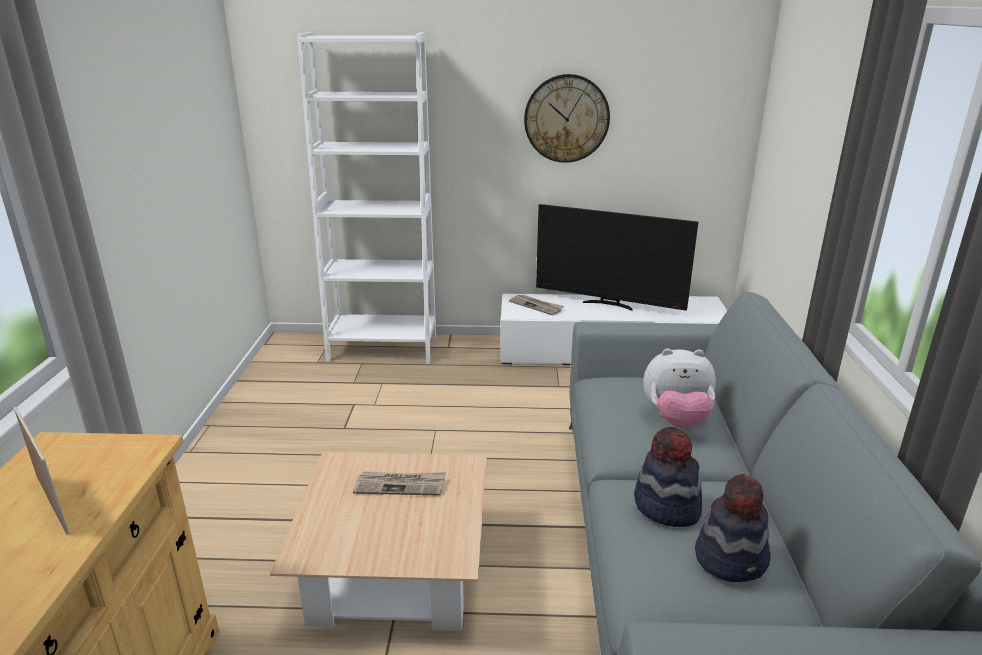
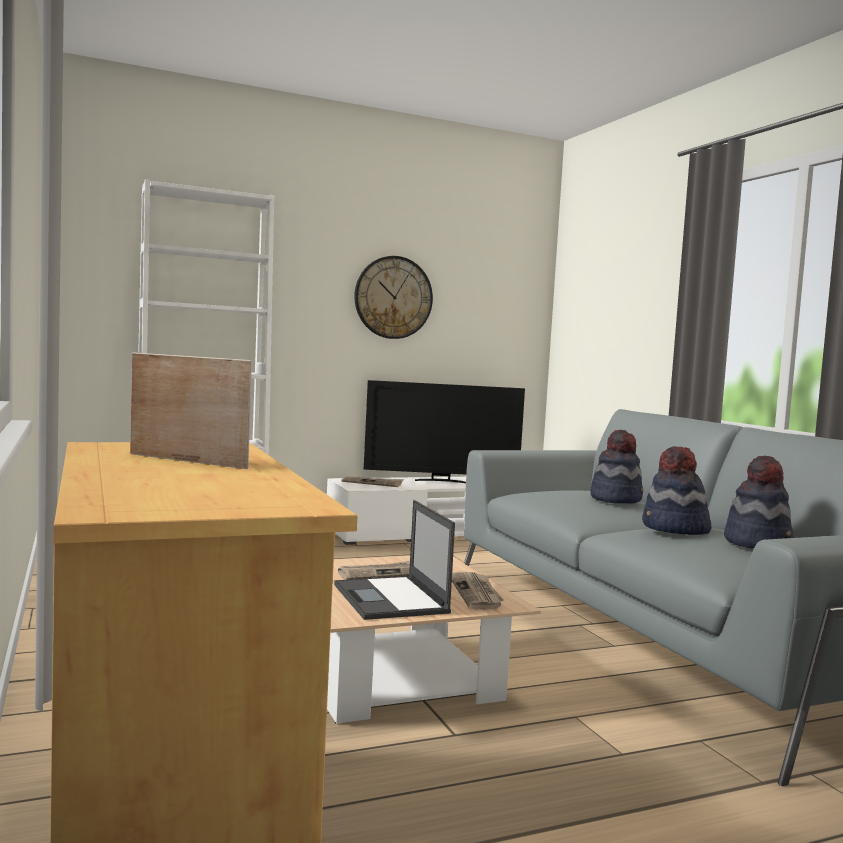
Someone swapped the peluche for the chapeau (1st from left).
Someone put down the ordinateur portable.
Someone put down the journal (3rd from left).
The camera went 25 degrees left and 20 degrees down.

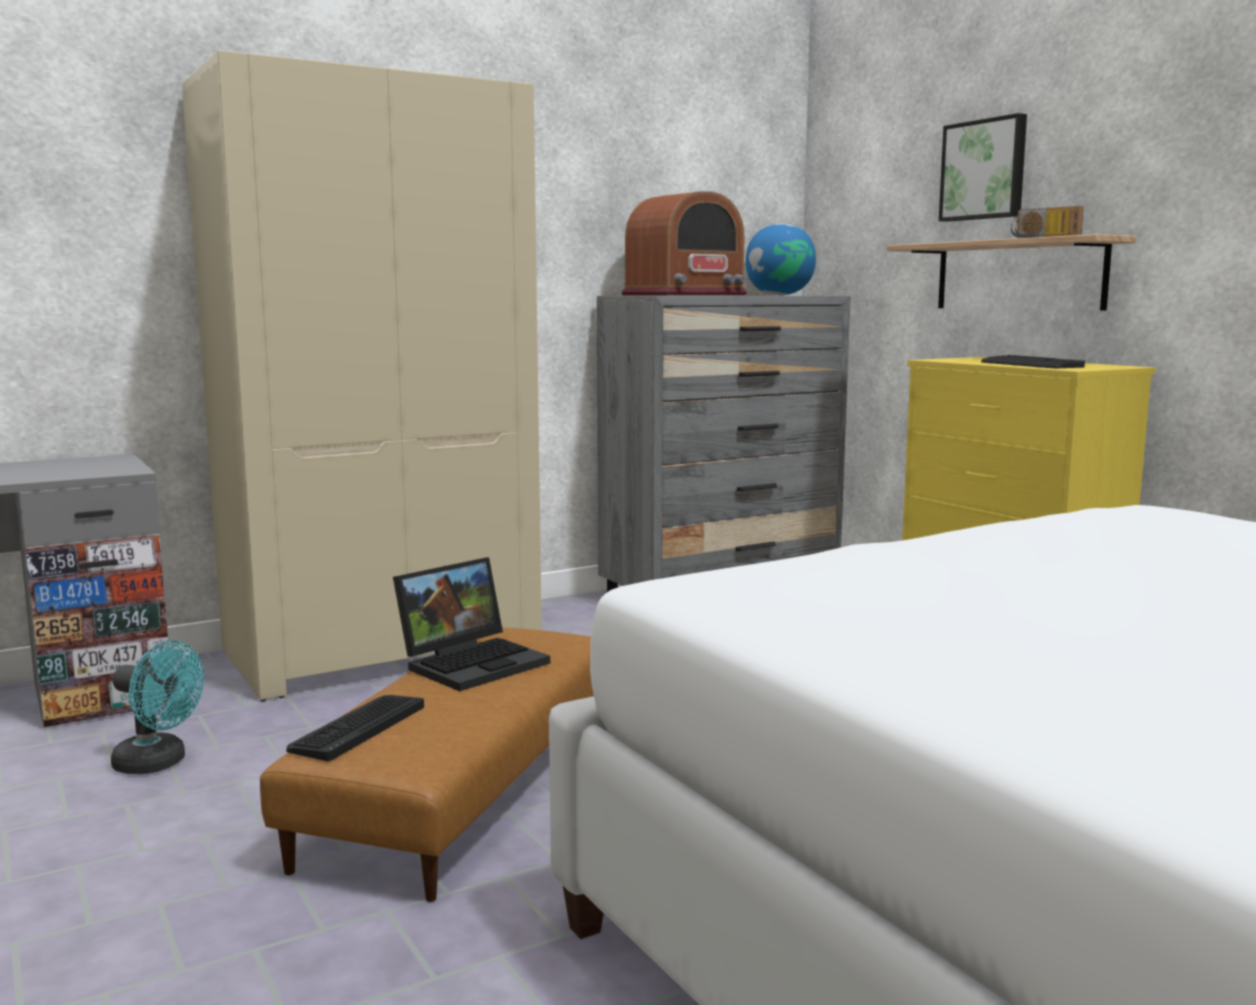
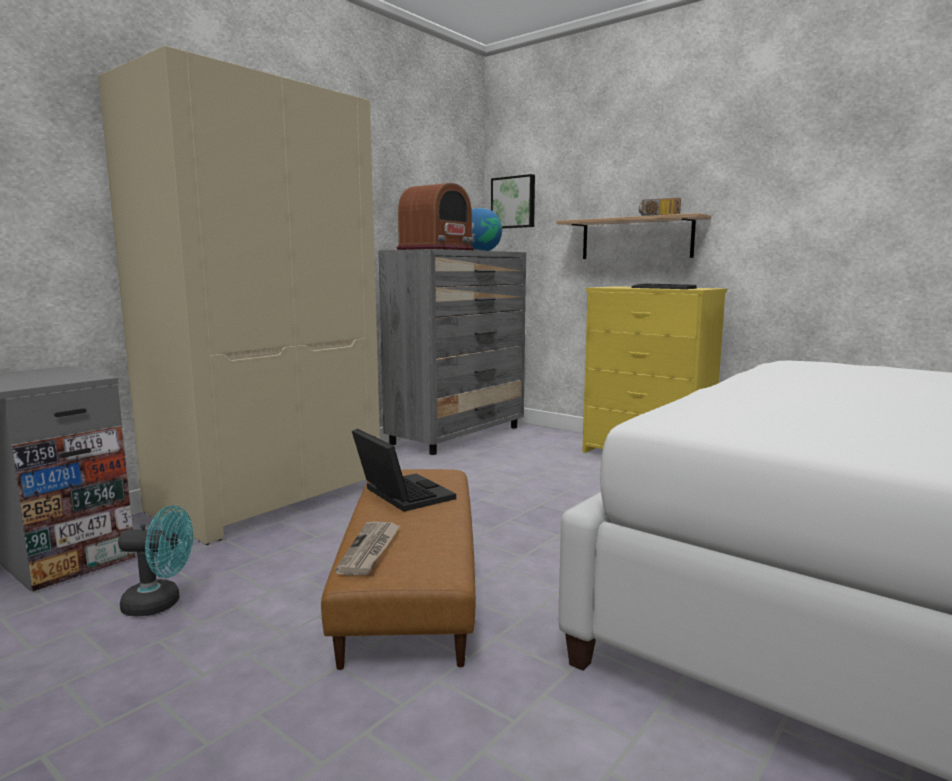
Someone carried the tableau.
Someone rotated the ordinateur portable by 60 degrees counterclockwise.
Someone swapped the clavier (1st from left) for the journal.
The camera went 20 degrees left and 0 degrees up.

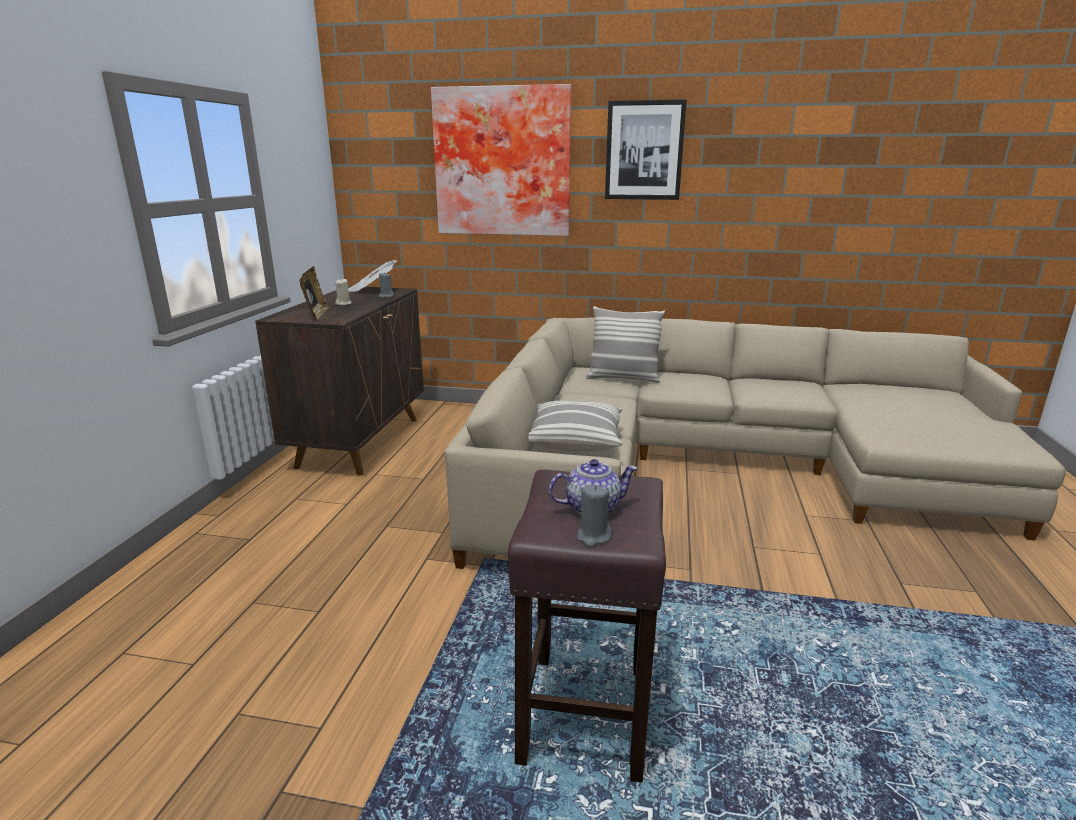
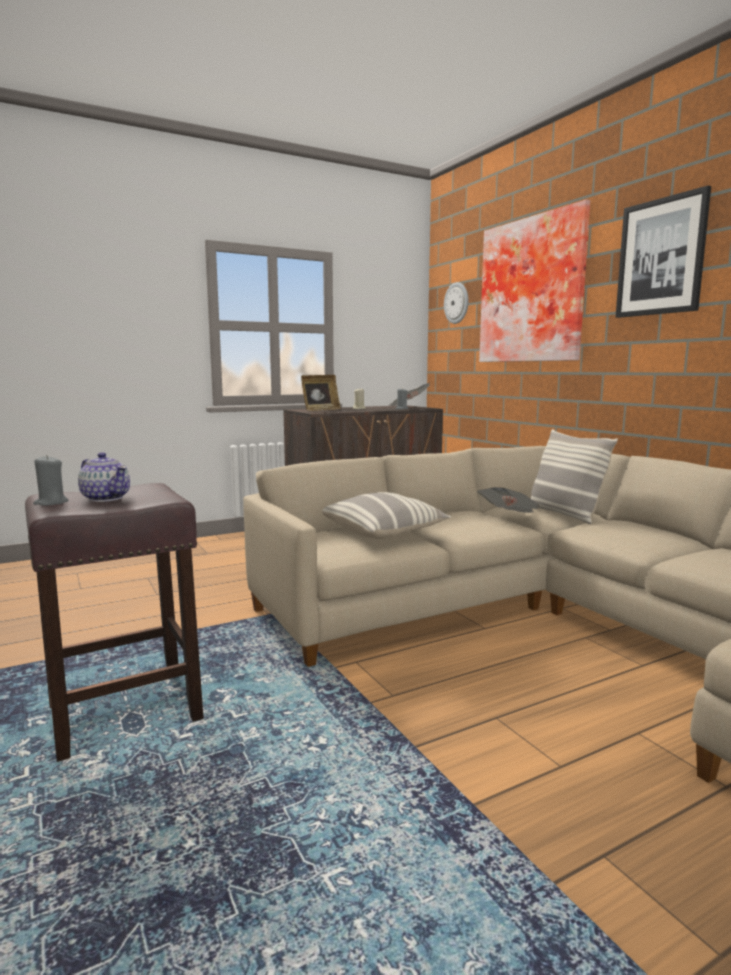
Someone put up the horloge murale.
Someone put down the journal (2nd from left).
The camera went 50 degrees right and 10 degrees down.

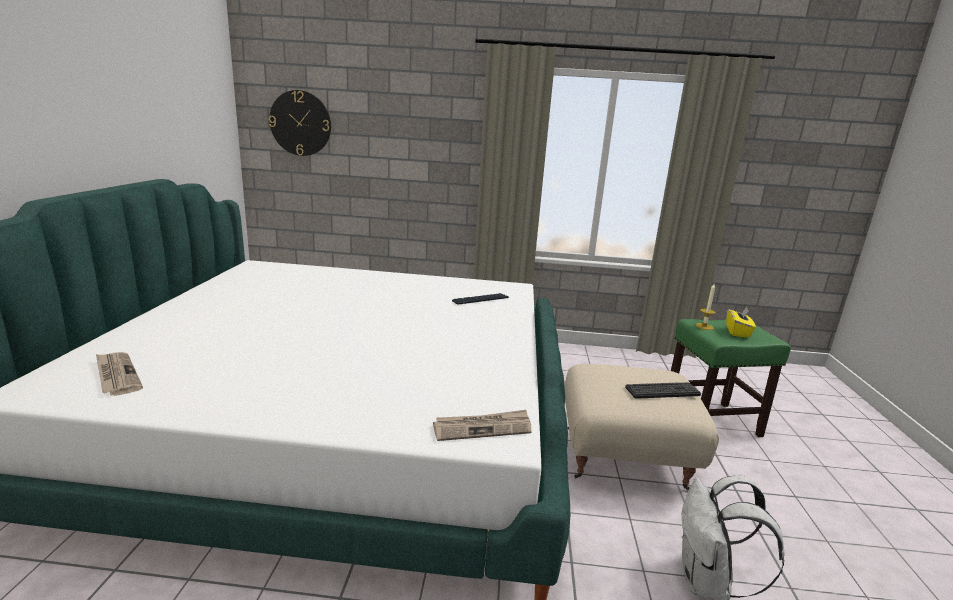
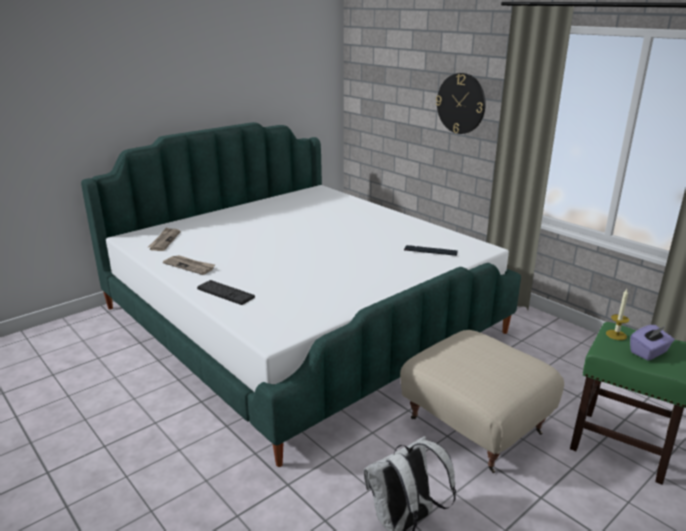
Someone carried the horloge murale.
Someone repainted the boîte à mouchoirs/jaune, which became the boîte à mouchoirs/violet.
Someone carried the clavier (2nd from left in the first image).
Someone carried the journal (2nd from left).
The camera went 45 degrees right and 5 degrees up.

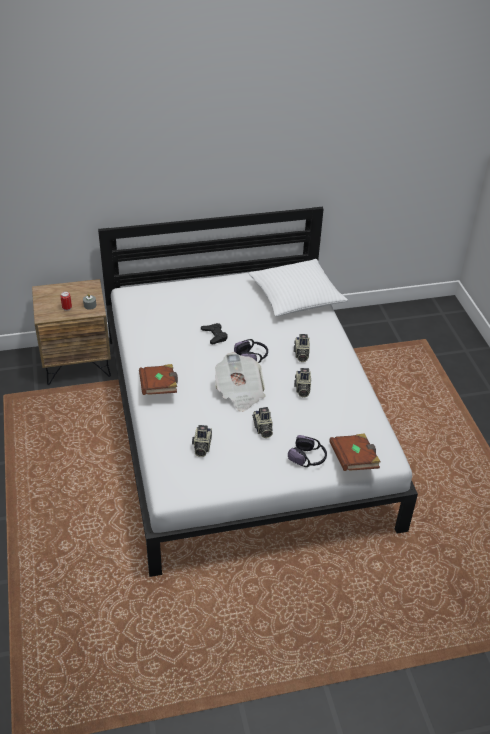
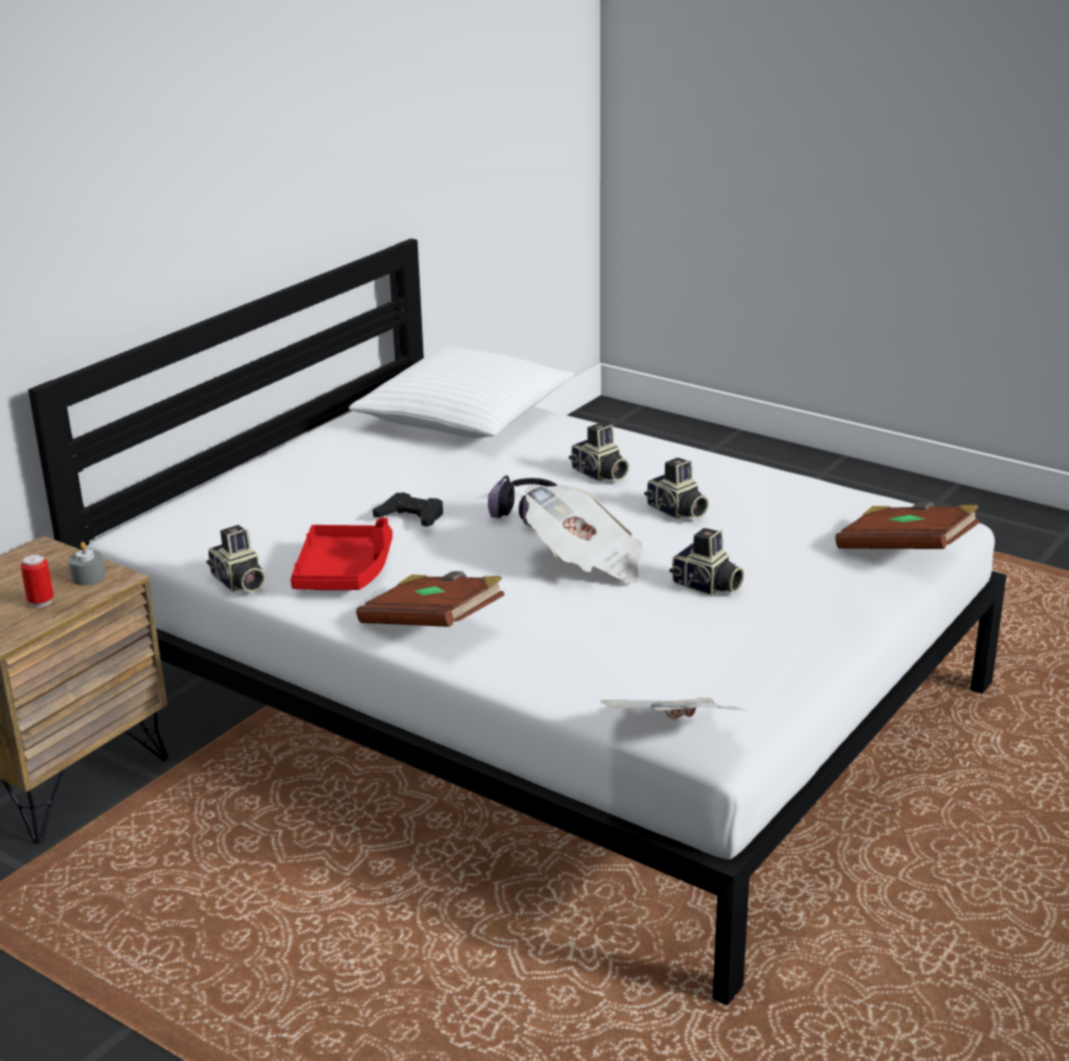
Someone carried the appareil photo (1st from left).
Someone took away the casque audio (2nd from left).
Someone put down the plateau/rouge.
Someone put down the journal (2nd from left).
The camera went 40 degrees left and 15 degrees down.

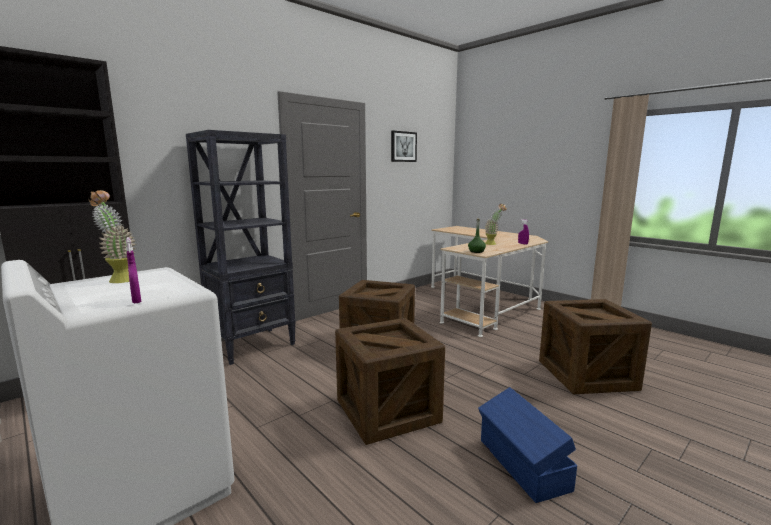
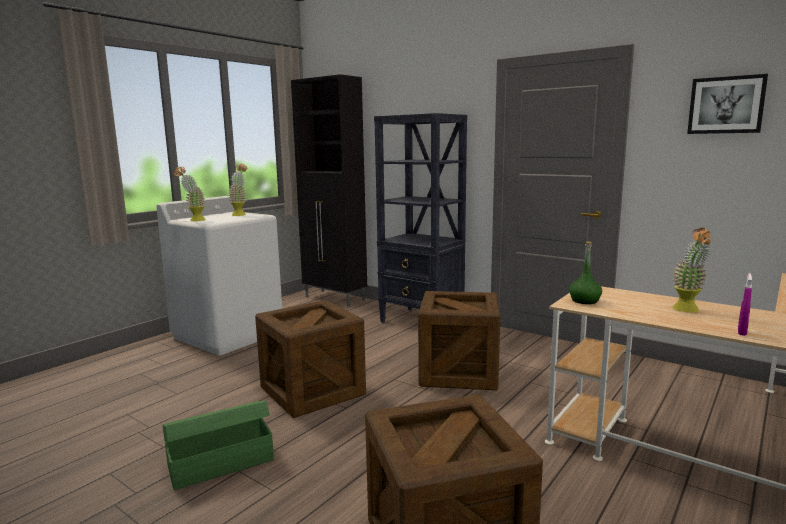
Someone swapped the vaporisateur/violet (1st from left) for the plante en pot (1st from left).
Someone repainted the boîte de rangement/bleu, which became the boîte de rangement/vert.
The camera went 80 degrees right and 0 degrees up.

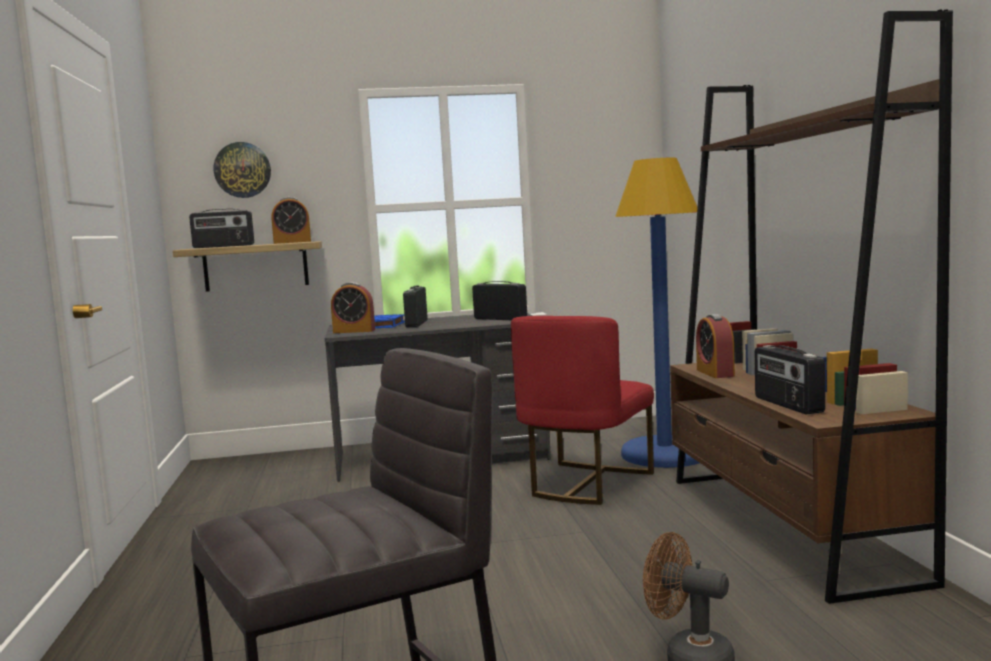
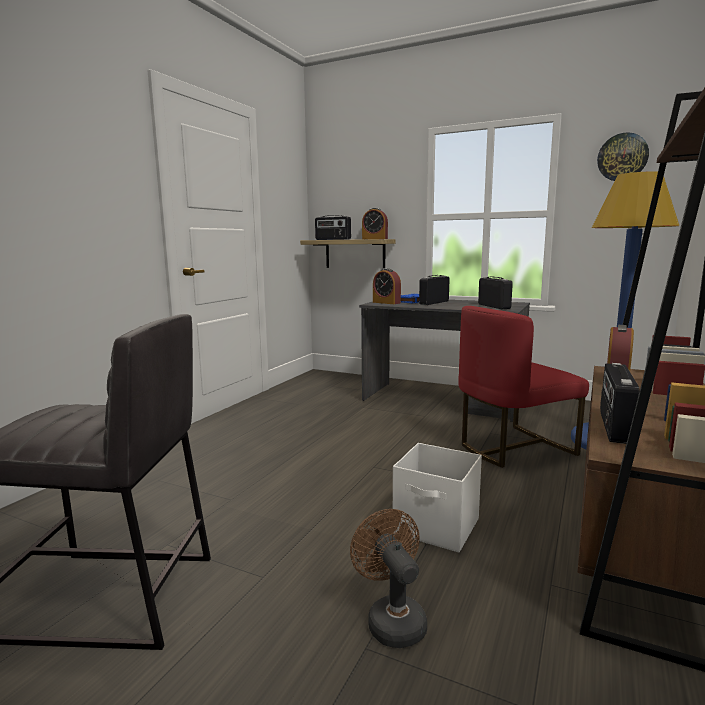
Someone carried the horloge murale.
Someone put down the boîte de rangement/blanc.
The camera went 35 degrees right and 5 degrees up.

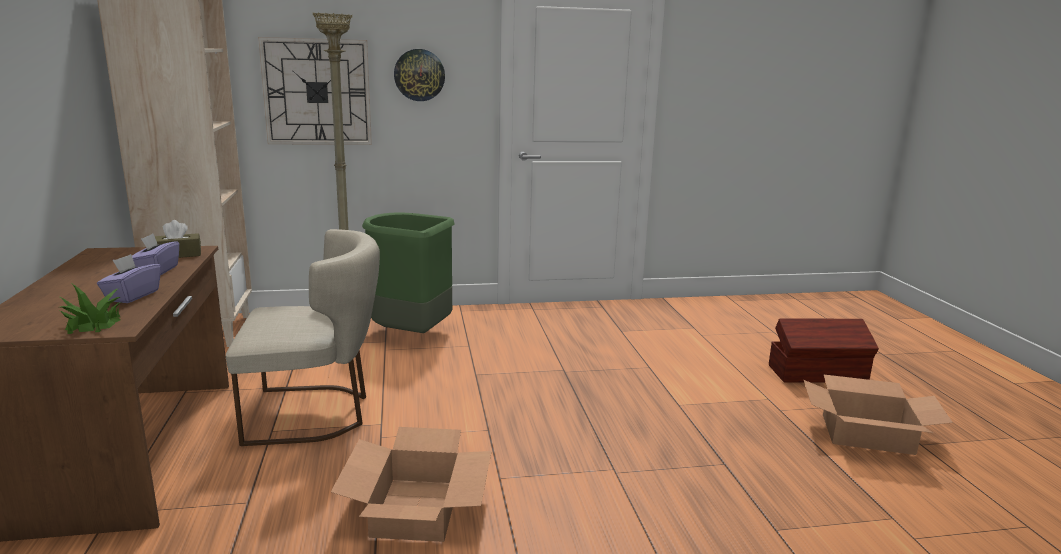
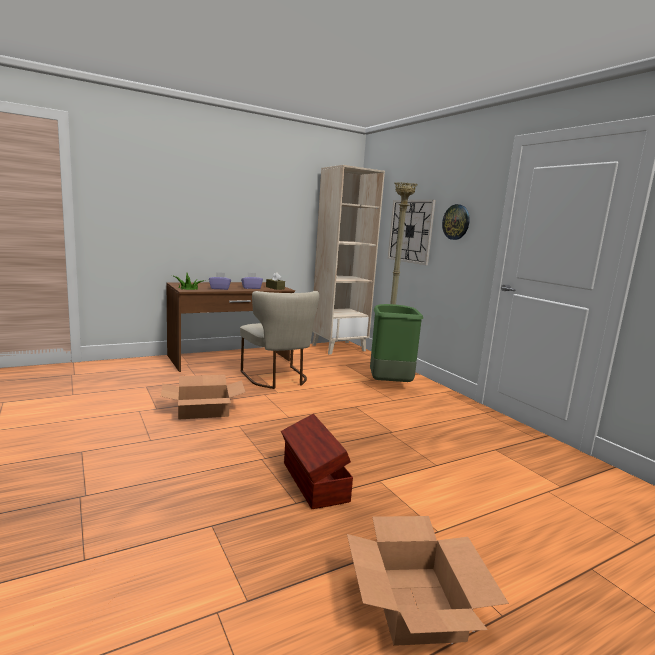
Someone carried the boîte de rangement/marron.
The camera went 70 degrees right and 5 degrees down.

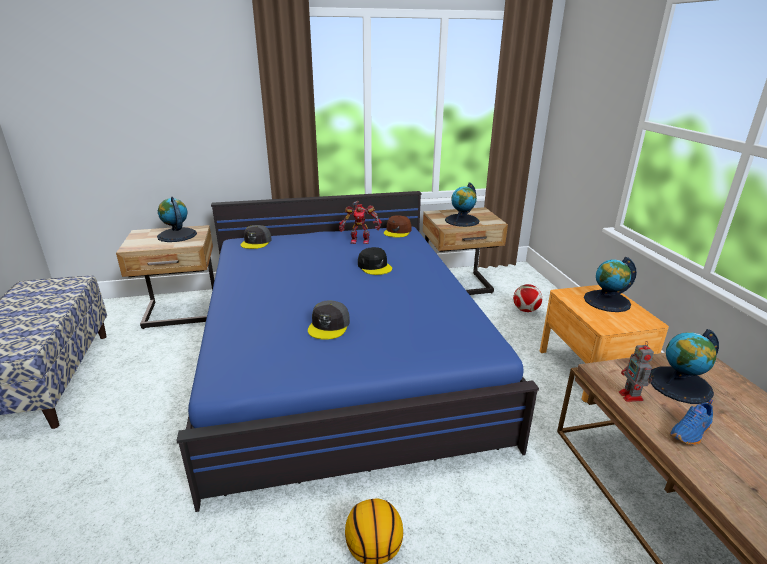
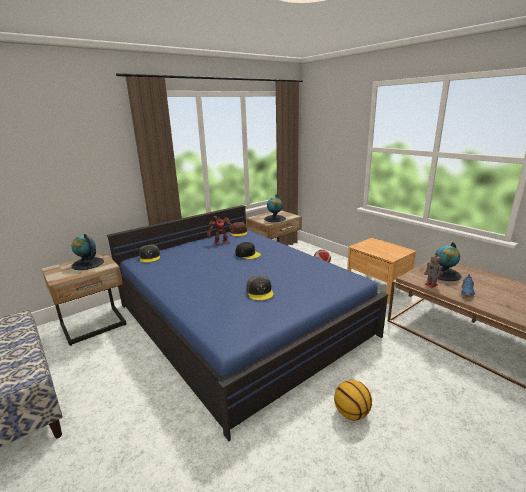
Someone took away the globe (3rd from left).
The camera went 25 degrees left and 5 degrees down.

